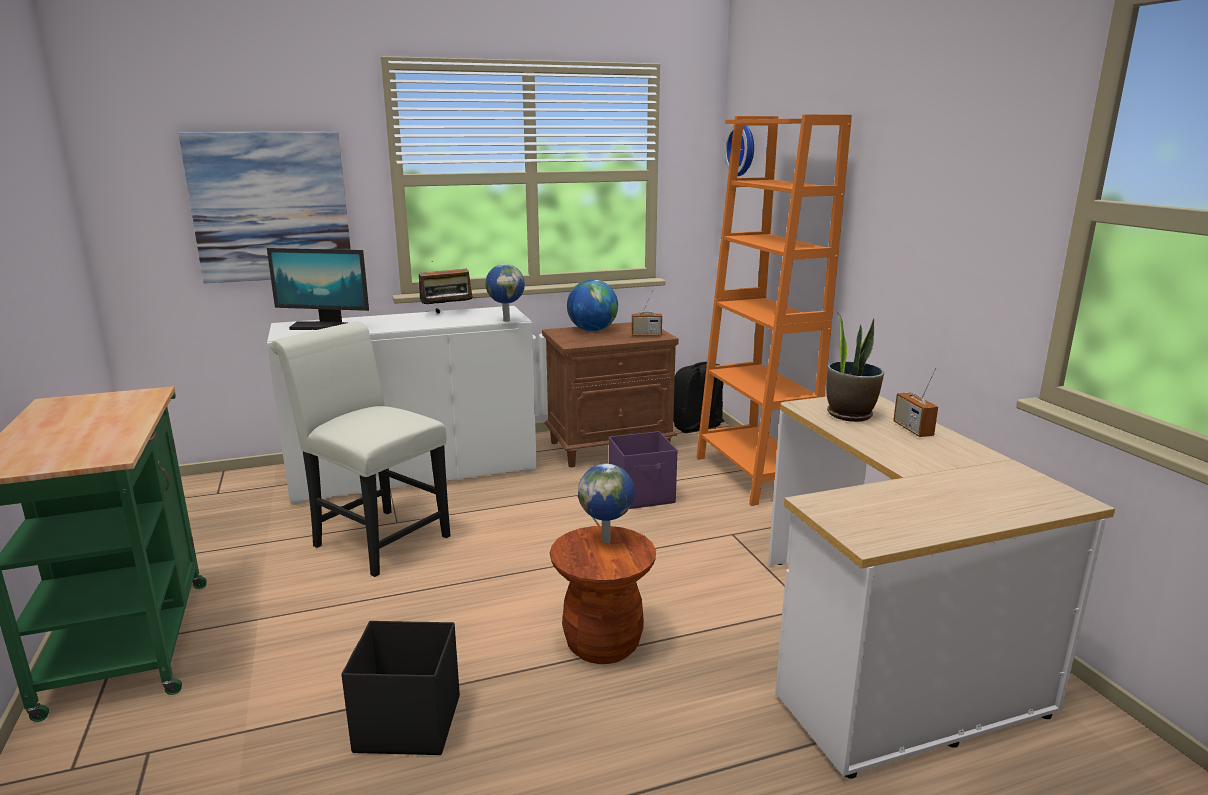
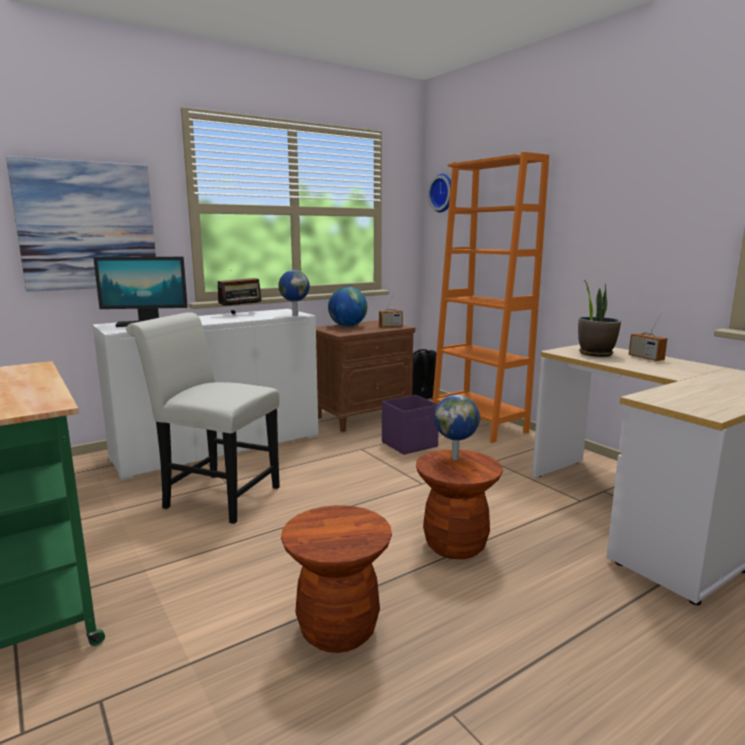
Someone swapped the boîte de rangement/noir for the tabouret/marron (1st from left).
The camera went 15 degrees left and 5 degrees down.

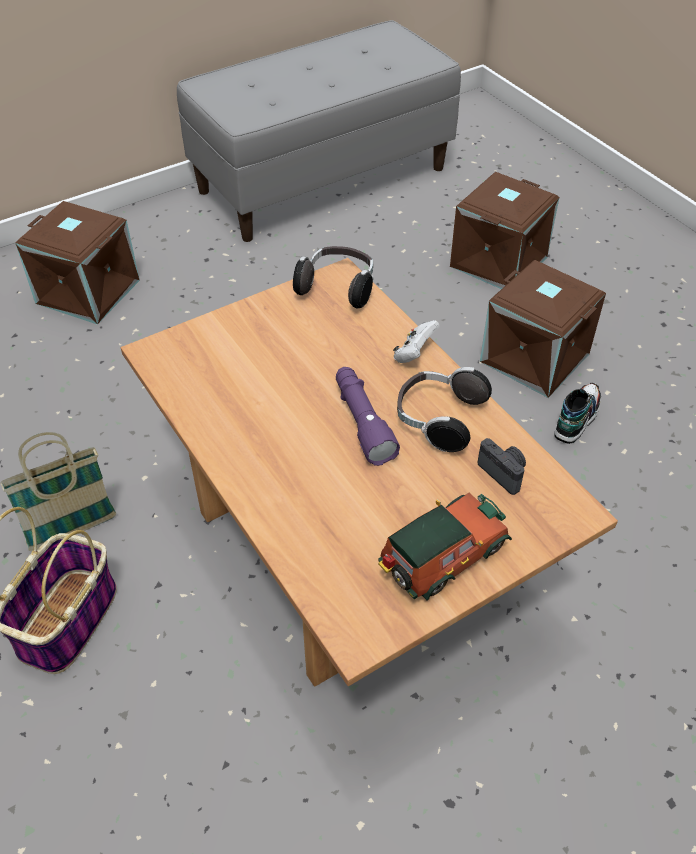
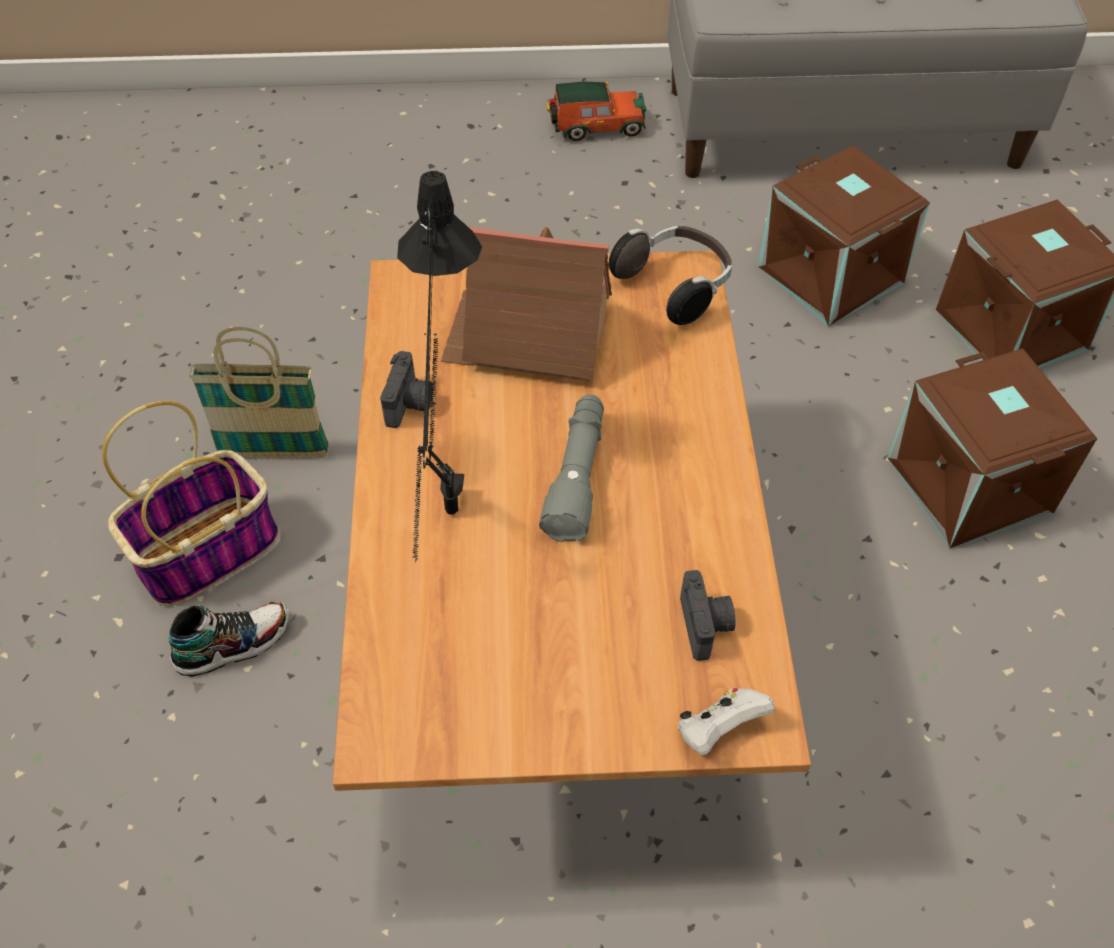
Someone carried the boîte de rangement/marron (1st from left).
Someone carried the manette/blanc.
Someone repainted the lampe de poche/violet, which became the lampe de poche/gris.
Someone took away the casque audio (2nd from left).
Someone carried the chaussure.
Someone carried the petite voiture.
Someone put down the lampe de table/noir.
Someone put down the maison miniature.
Someone put down the appareil photo (1st from left).
The camera went 30 degrees right and 5 degrees up.

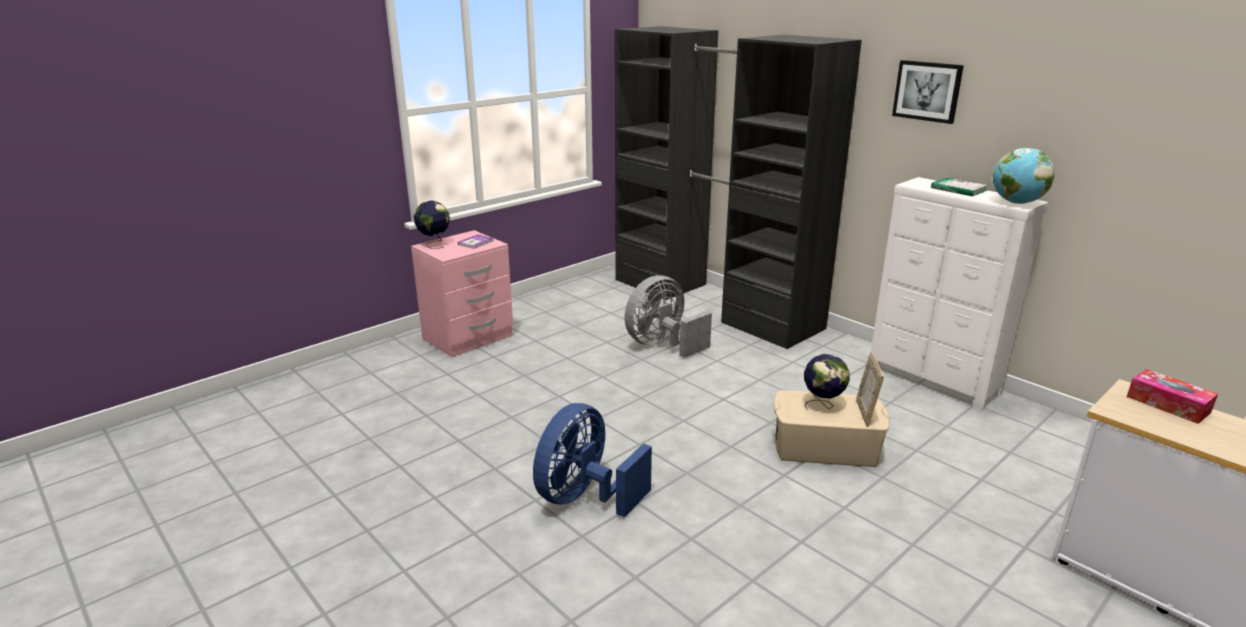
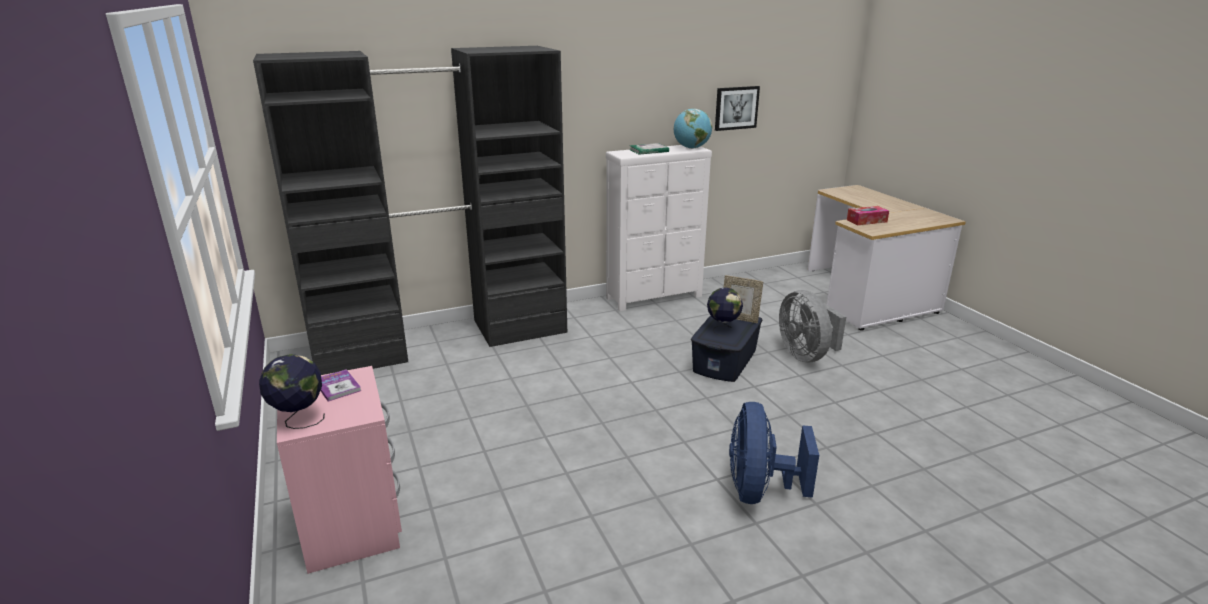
Someone carried the tableau.
Someone carried the ventilateur/gris.
Someone repainted the boîte de rangement/beige, which became the boîte de rangement/bleu.
Someone rotated the ventilateur/bleu by 45 degrees clockwise.
The camera went 70 degrees left and 0 degrees up.

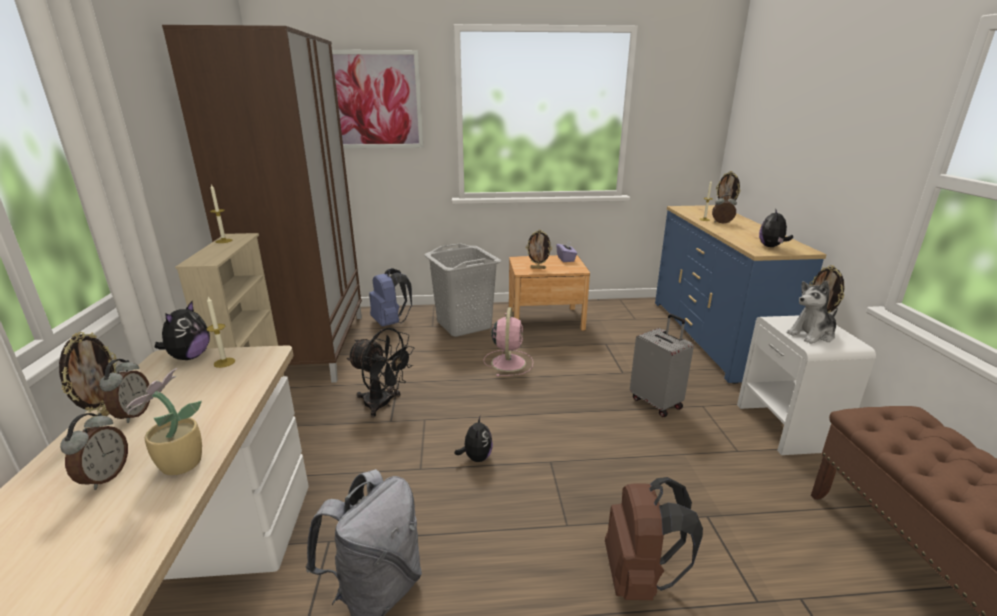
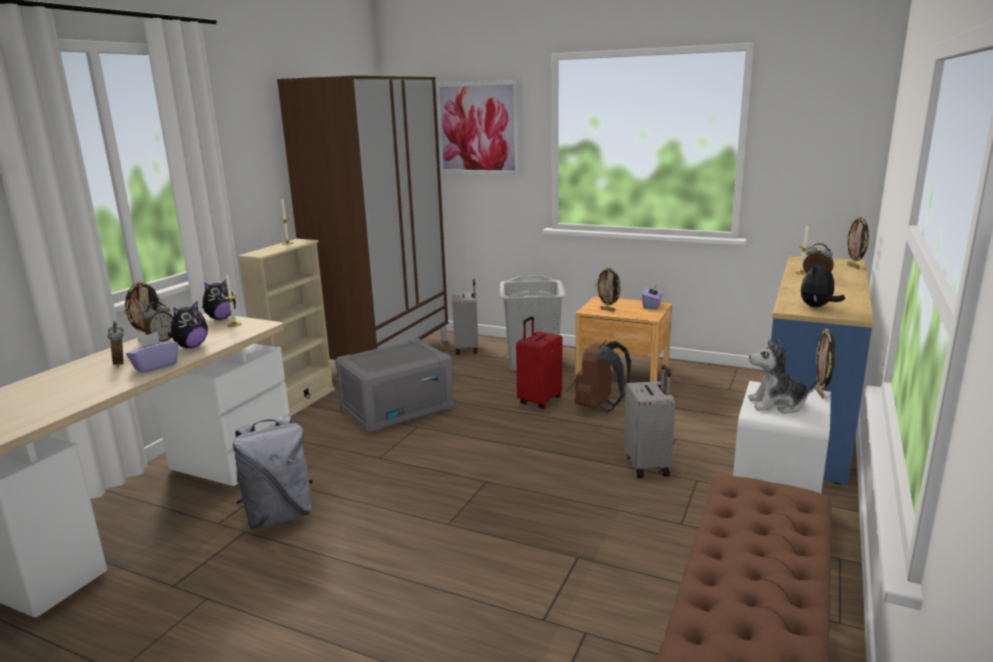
Someone swapped the sac à dos/bleu for the valise/gris (1st from left).
Someone swapped the ventilateur/rose for the valise/rouge.
Someone swapped the ventilateur/noir for the boîte de rangement/gris.
Someone swapped the plante en pot for the boîte à mouchoirs/violet (1st from left).
Someone rotated the réveil (1st from left) by 120 degrees clockwise.
Someone carried the peluche (2nd from left in the first image).
Someone carried the sac à dos/marron.
The camera went 30 degrees right and 5 degrees down.

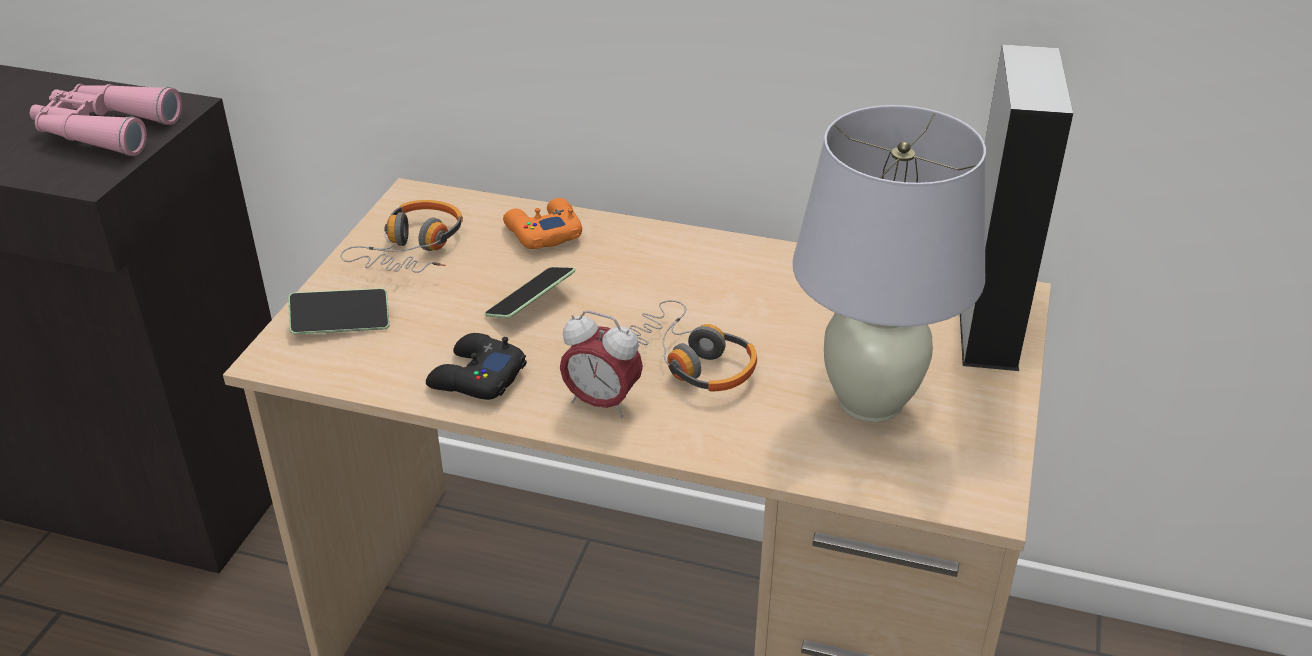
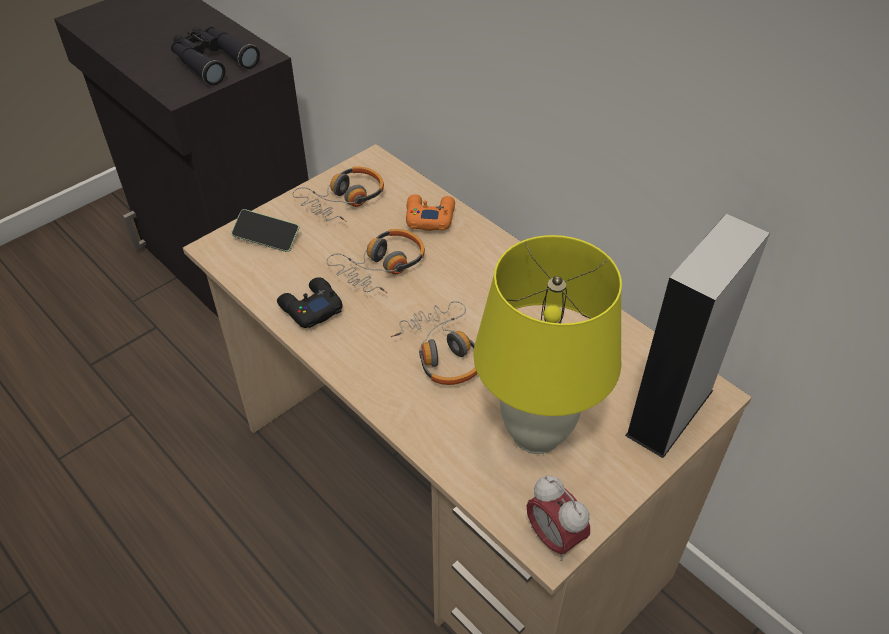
Someone repainted the jumelles/rose, which became the jumelles/noir.
Someone repainted the lampe de table/blanc, which became the lampe de table/jaune.
Someone swapped the téléphone (2nd from left) for the casque audio (2nd from left).
Someone carried the réveil.
The camera went 30 degrees right and 10 degrees up.

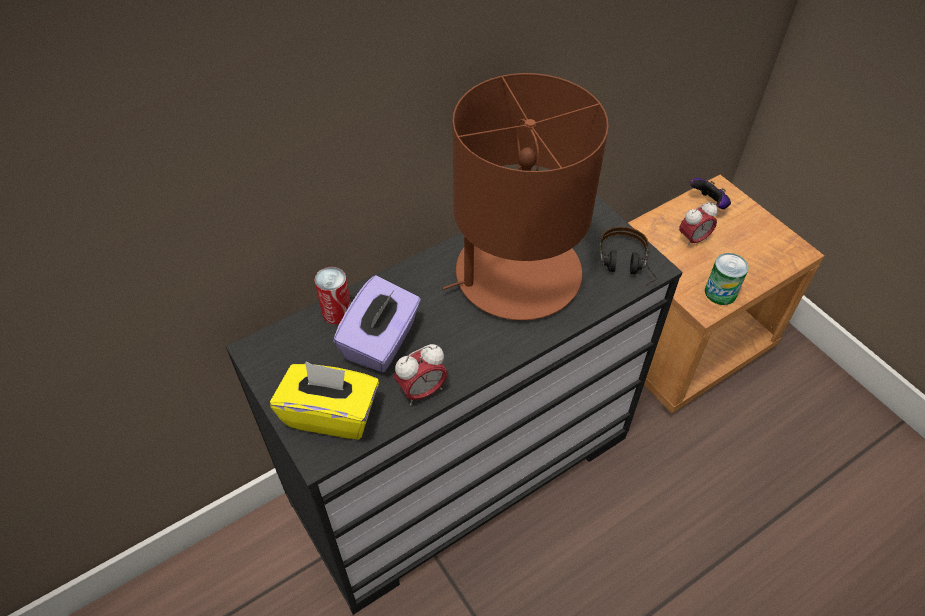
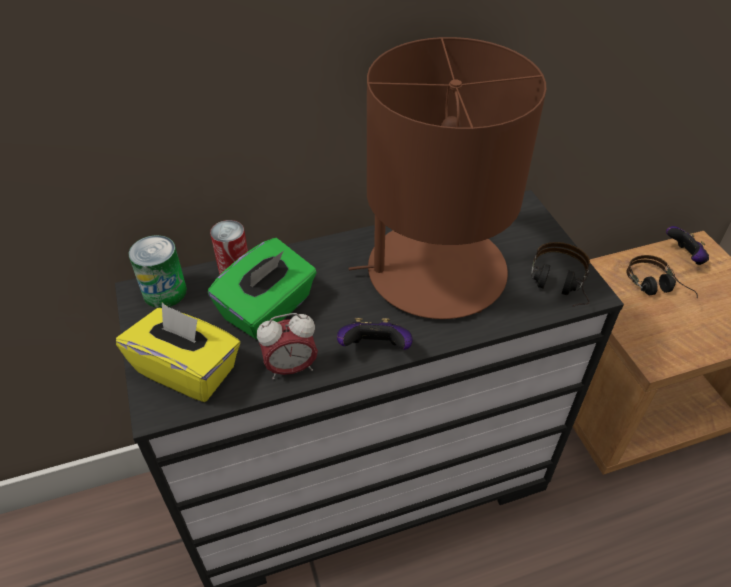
Someone swapped the réveil (2nd from left) for the casque audio (2nd from left).
Someone carried the boîte métallique (2nd from left in the first image).
Someone repainted the boîte à mouchoirs/violet, which became the boîte à mouchoirs/vert.
Someone put down the manette (1st from left).
The camera went 15 degrees right and 5 degrees down.

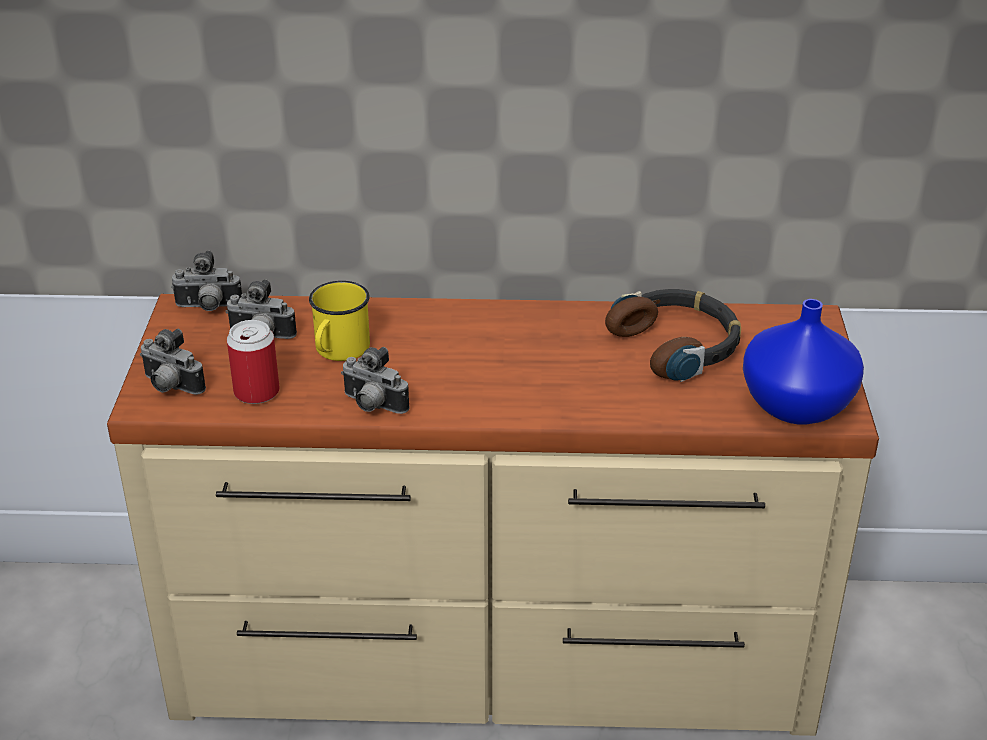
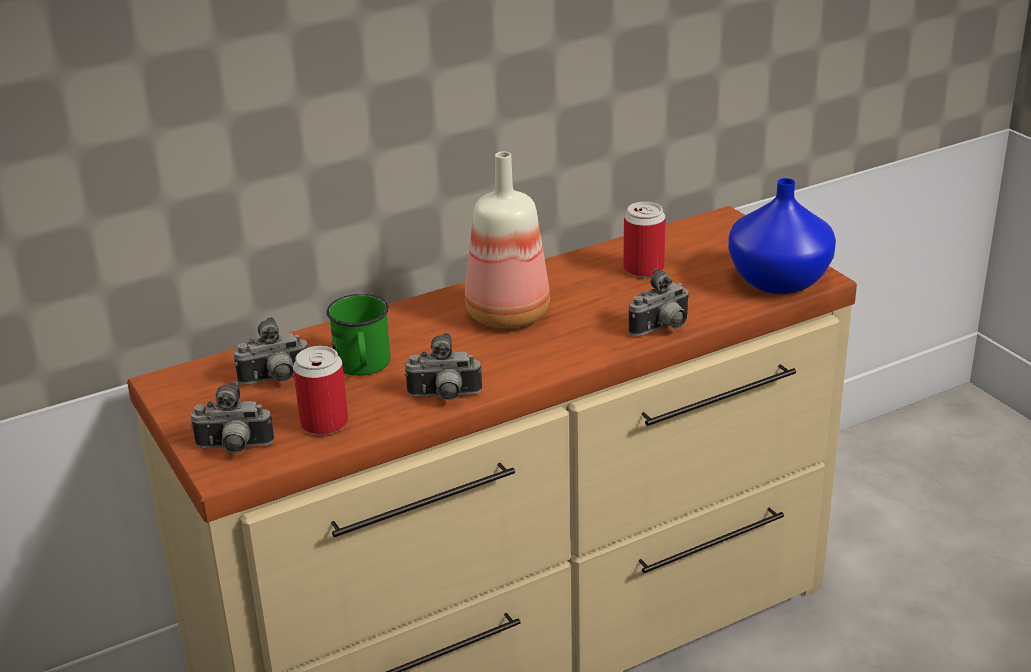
Someone carried the appareil photo (2nd from left in the first image).
Someone repainted the mug/jaune, which became the mug/vert.
Someone swapped the casque audio for the boîte métallique (2nd from left).
Someone put down the bouteille.
The camera went 30 degrees left and 5 degrees down.

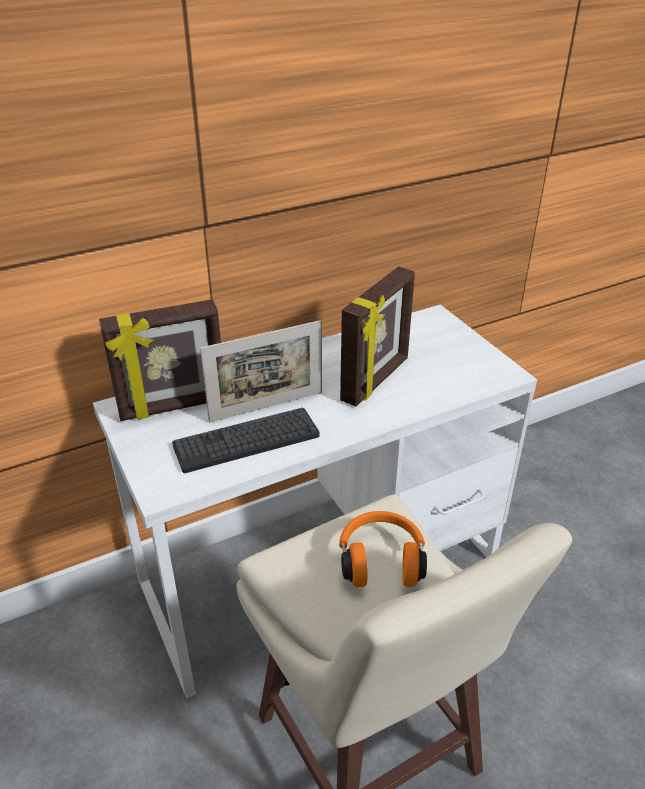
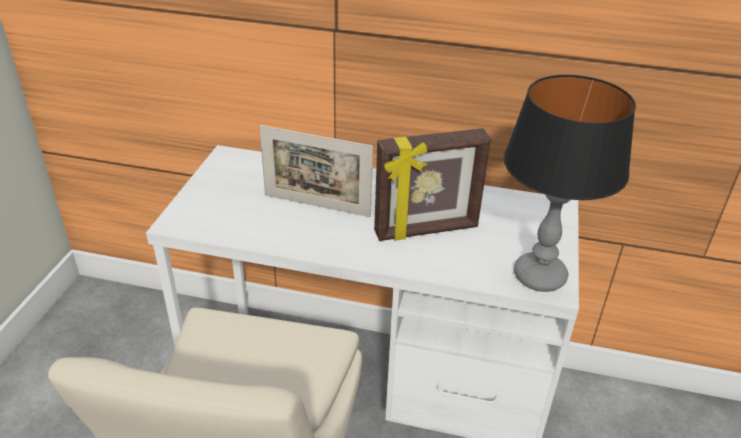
Someone took away the cadre photo (1st from left).
Someone took away the clavier.
Someone took away the casque audio/orange.
Someone put down the lampe de table.
The camera went 40 degrees right and 0 degrees up.

